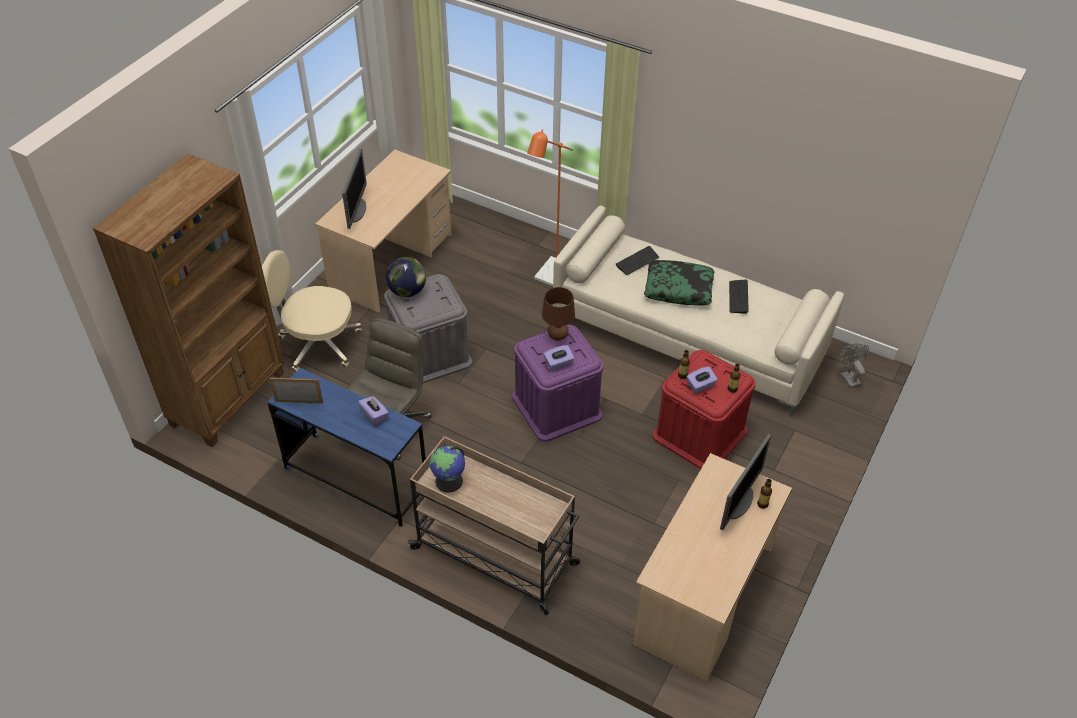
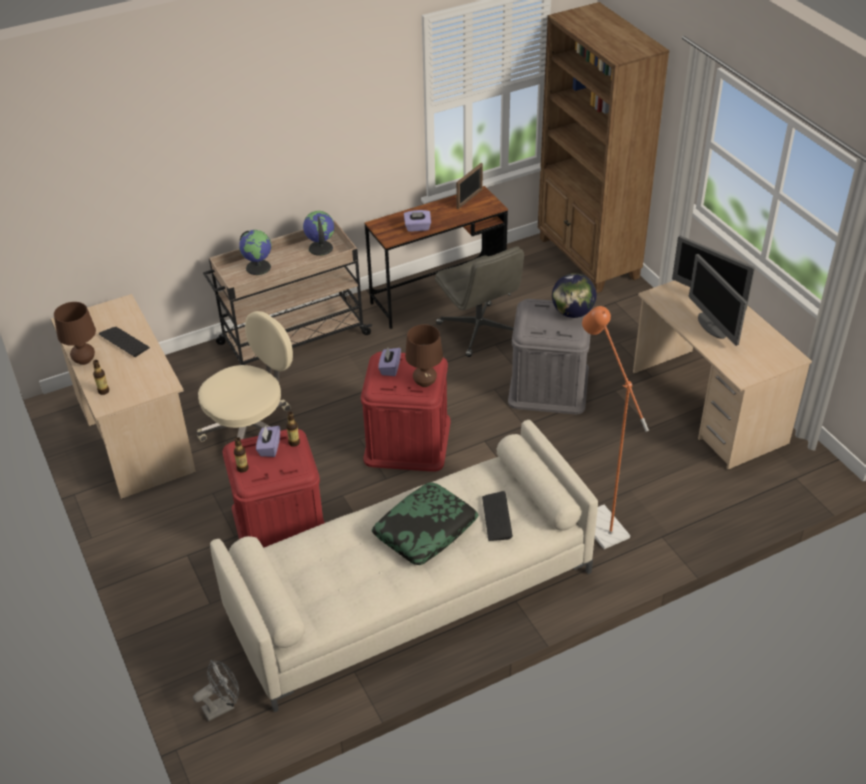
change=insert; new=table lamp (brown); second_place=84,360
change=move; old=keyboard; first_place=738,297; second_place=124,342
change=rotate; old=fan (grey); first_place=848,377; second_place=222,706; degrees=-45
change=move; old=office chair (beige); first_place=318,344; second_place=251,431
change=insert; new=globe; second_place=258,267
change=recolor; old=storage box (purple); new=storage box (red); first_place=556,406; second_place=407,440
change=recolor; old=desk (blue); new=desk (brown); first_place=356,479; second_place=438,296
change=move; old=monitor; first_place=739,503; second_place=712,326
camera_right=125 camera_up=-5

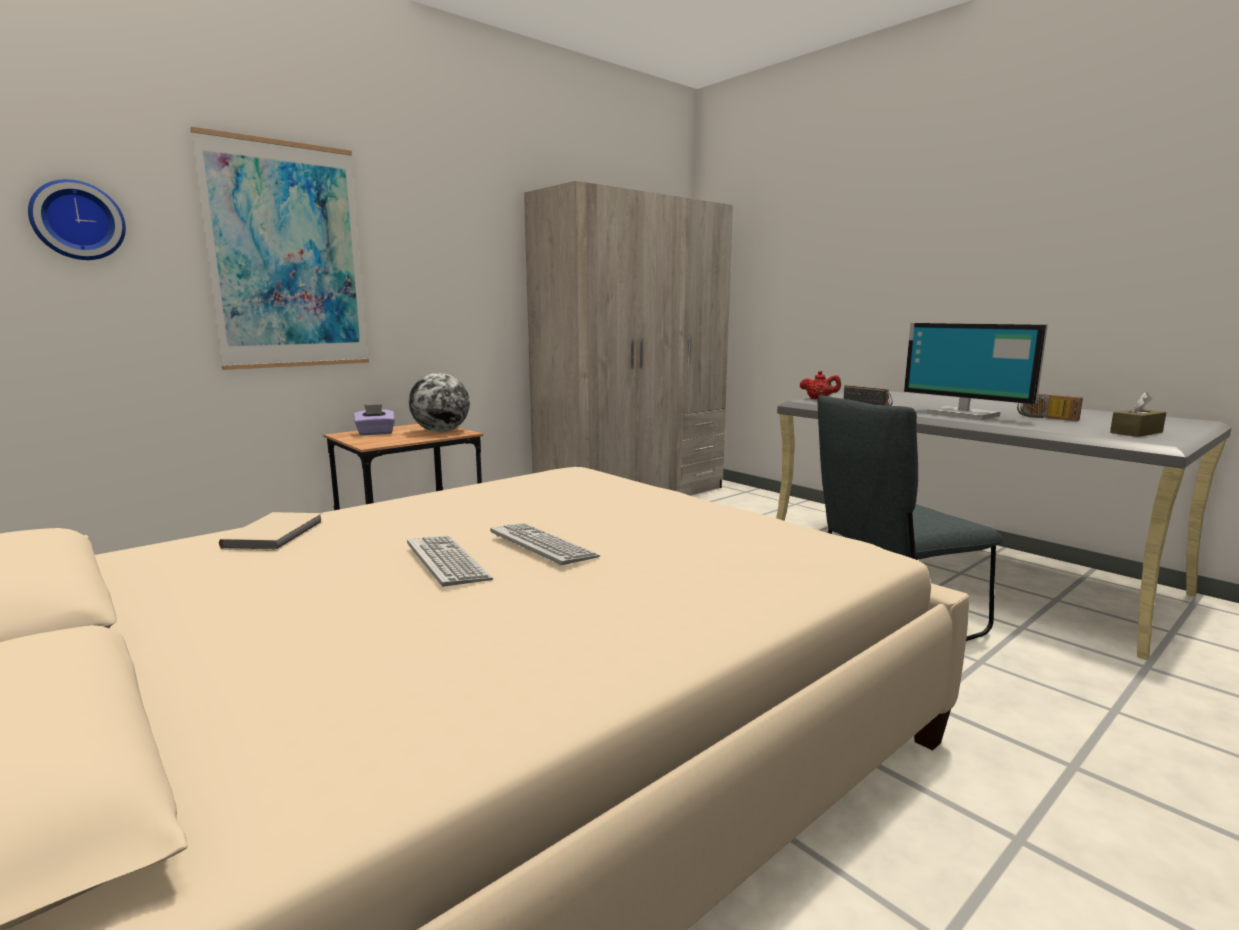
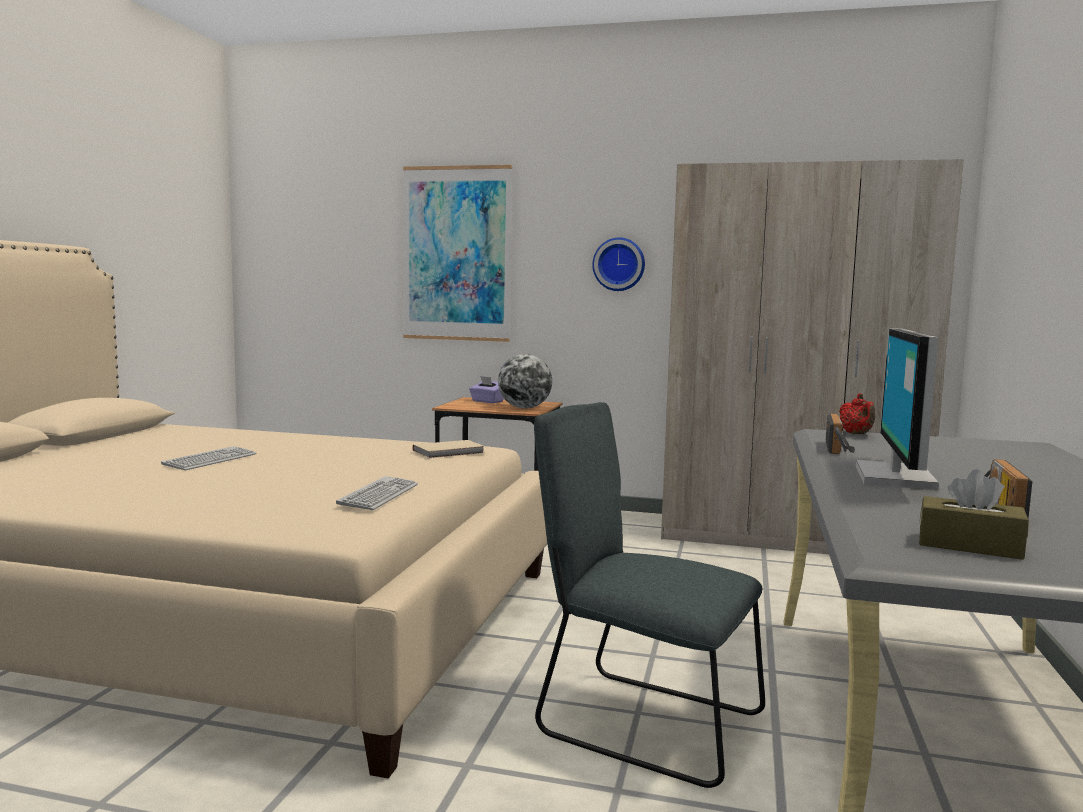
change=move; old=keyboard; first_place=542,545; second_place=379,495
change=move; old=book (beige); first_place=277,534; second_place=450,452
change=move; old=wall clock; first_place=78,221; second_place=619,264
camera_right=55 camera_up=-5

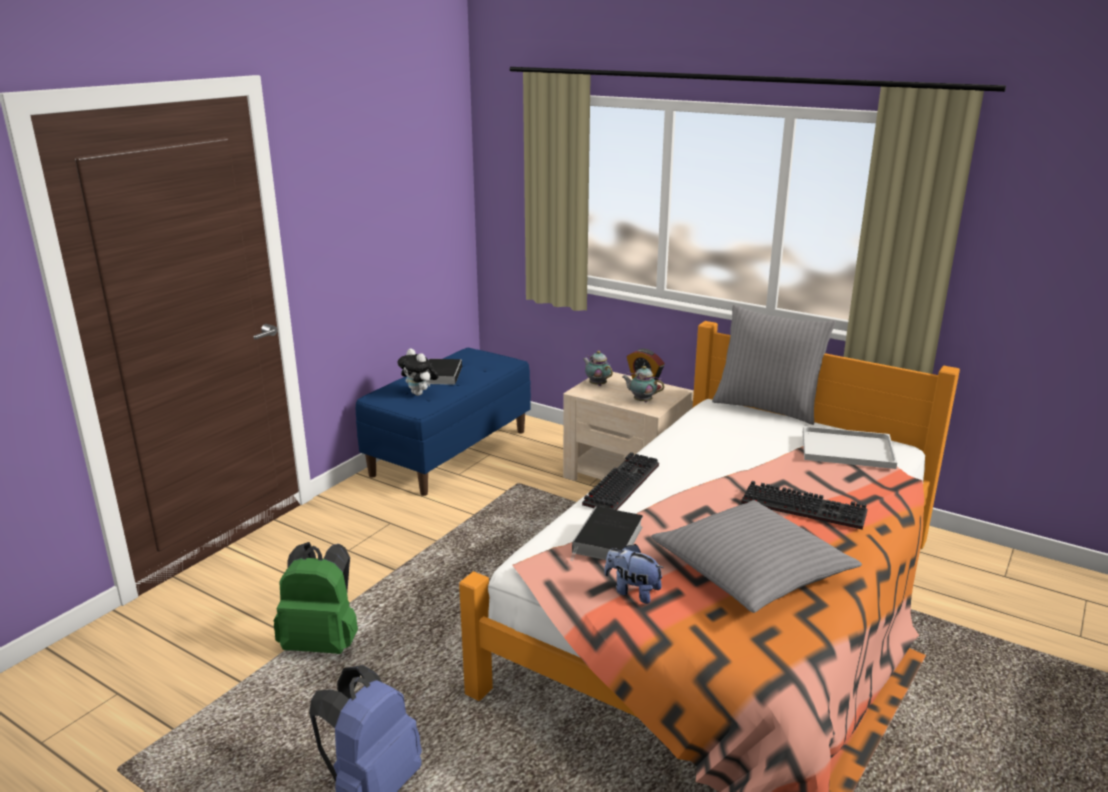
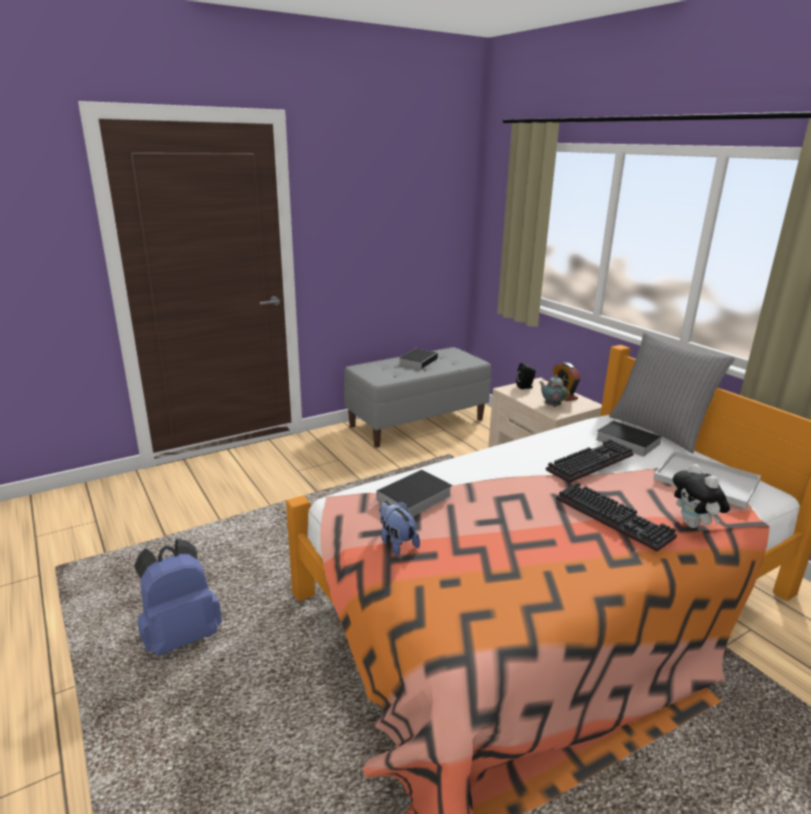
change=recolor; old=bench (blue); new=bench (grey); first_place=450,452; second_place=417,422
change=replace; old=teapot; new=speaker (black); first_place=597,384; second_place=525,387
change=move; old=keyboard; first_place=620,483; second_place=589,461
change=insert; new=book; second_place=625,441
change=move; old=plush toy; first_place=420,394; second_place=694,525
change=delete; old=backpack (green); first_place=323,642
change=delete; old=pillow (grey); first_place=751,570
camera_right=25 camera_up=0

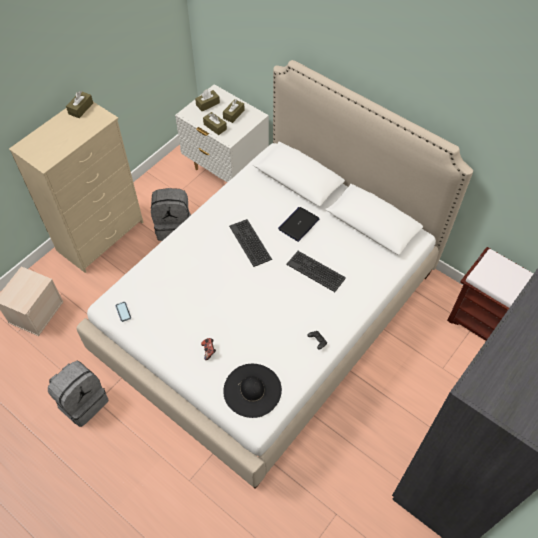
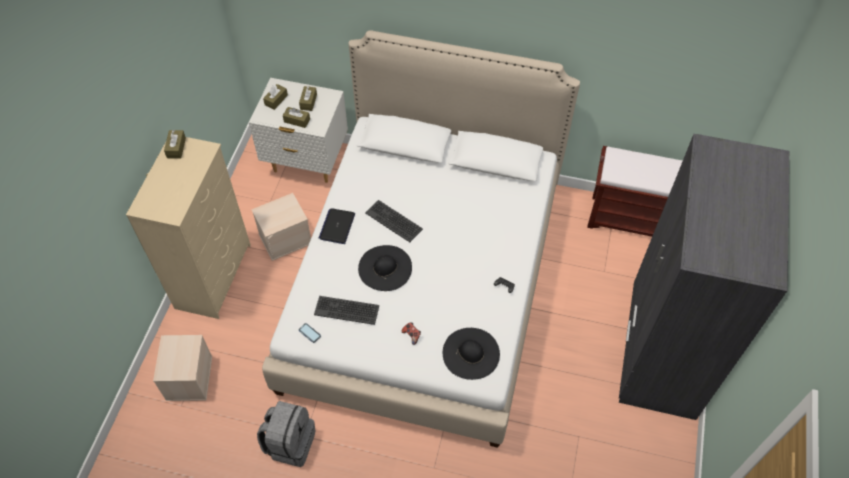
change=replace; old=backpack (grey); new=storage box (beige); first_place=174,227; second_place=285,238
change=move; old=keyboard; first_place=316,271; second_place=347,310
change=move; old=laptop; first_place=298,224; second_place=337,226
change=insert; new=hat (black); second_place=385,268
camera_right=-25 camera_up=0

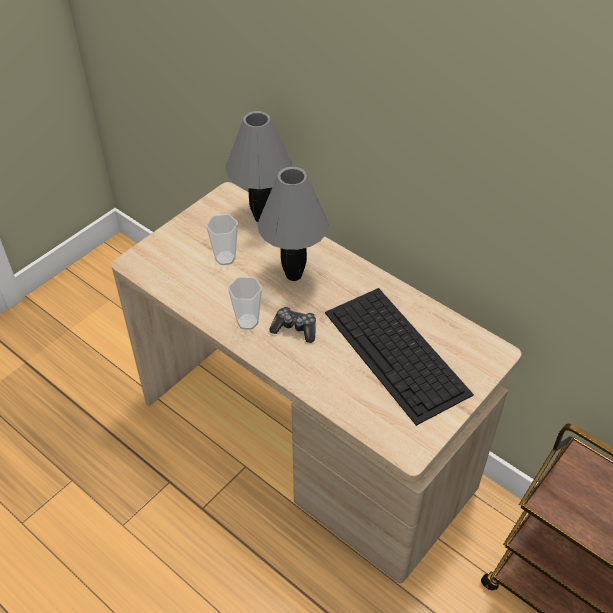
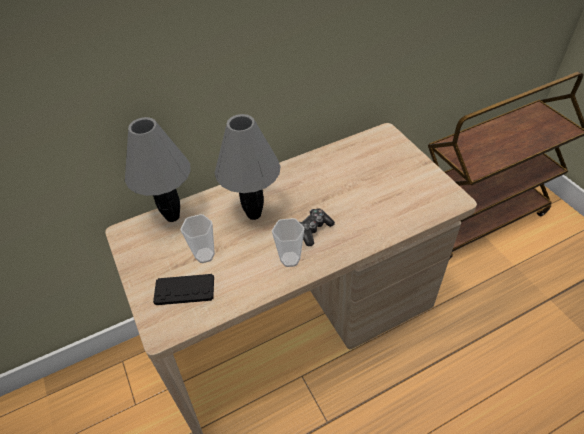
change=insert; new=game controller (black); second_place=184,290
change=delete; old=keyboard; first_place=397,353
camera_right=-65 camera_up=0

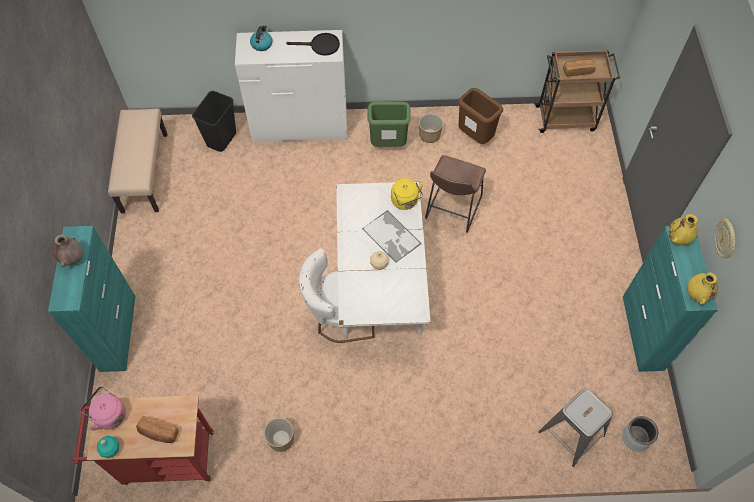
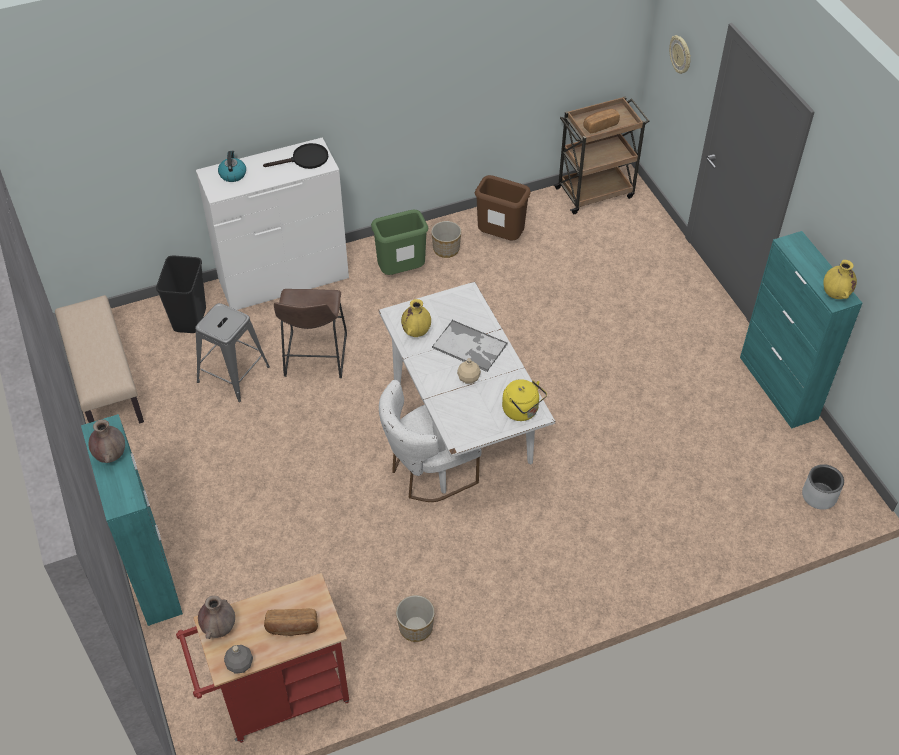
change=move; old=stool (grey); first_place=571,433; second_place=233,374
change=replace; old=kettle (pink); new=vase (brown); first_place=109,414; second_place=219,628
change=recolor; old=bottle (turquoise); new=bottle (grey); first_place=111,449; second_place=240,664
change=move; old=stool (brown); first_place=451,210; second_place=314,359
change=move; old=vase (yellow); first_place=677,239; second_place=416,332
change=move; old=kettle (yellow); first_place=405,202; second_place=522,411
change=move; old=wall clock; first_place=726,239; second_place=681,55
camera_right=-20 camera_up=-10

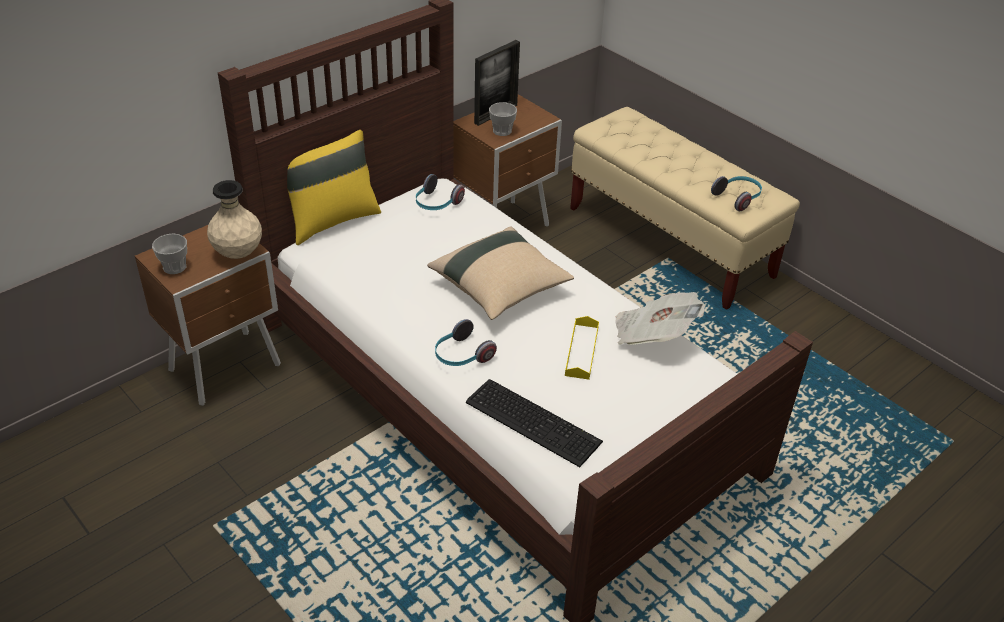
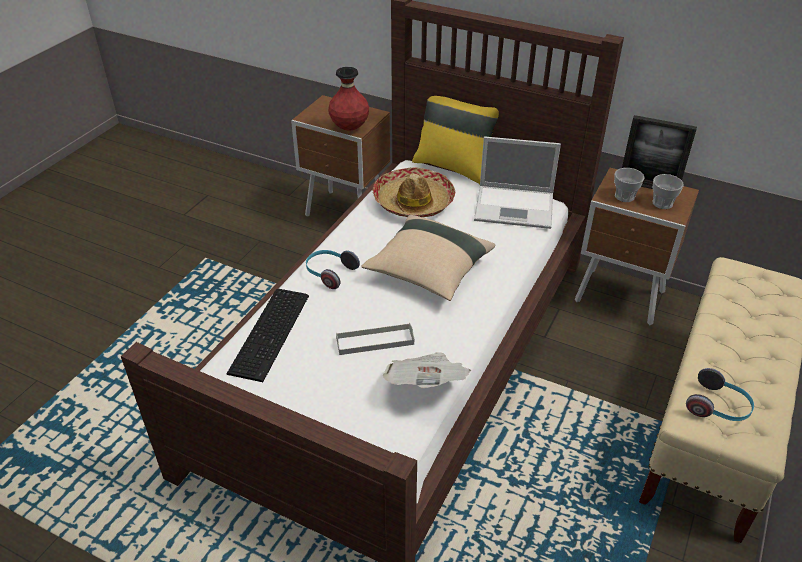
change=recolor; old=vase (beige); new=vase (red); first_place=238,254; second_place=349,128
change=recolor; old=tray (yellow); new=tray (grey); first_place=581,351; second_place=375,341
change=insert; new=hat; second_place=413,201
change=replace; old=headphones; new=laptop; first_place=436,204; second_place=516,207
change=move; old=cup; first_place=174,267; second_place=662,203
camera_right=70 camera_up=0

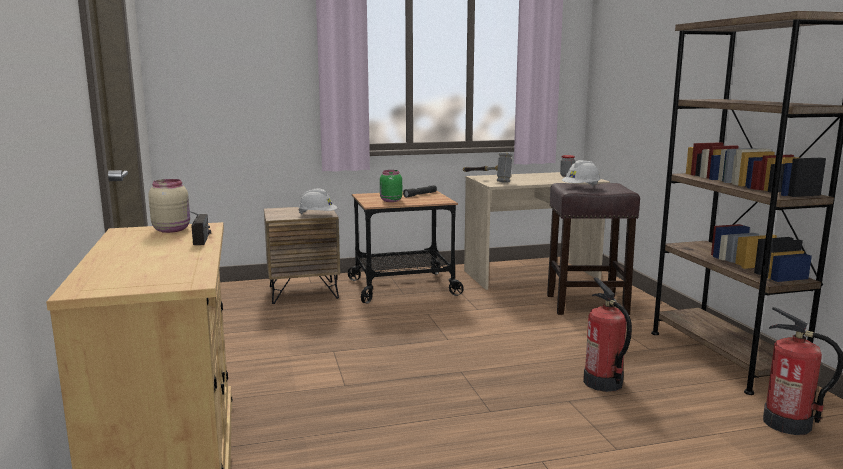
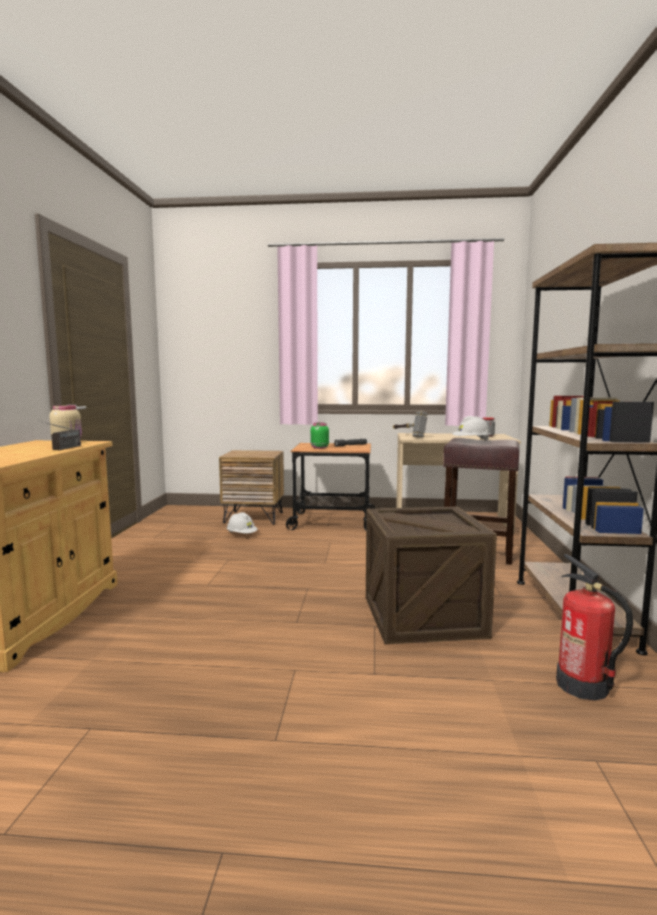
change=move; old=hard hat (white); first_place=317,215; second_place=242,535
change=replace; old=fire extinguisher; new=crate; first_place=603,383; second_place=423,616
camera_right=20 camera_up=-5

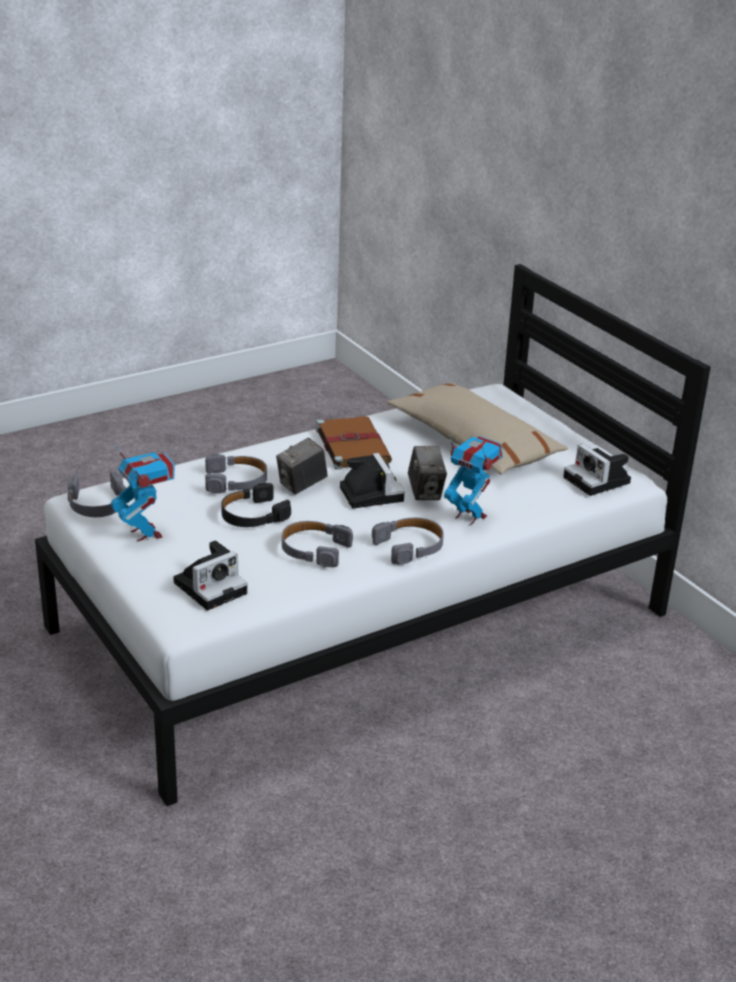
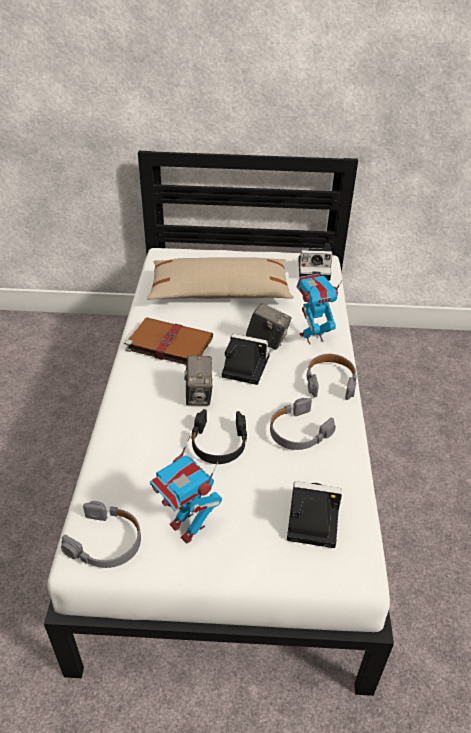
change=rotate; old=toy robot; first_place=146,533; second_place=188,527; degrees=-135
change=rotate; old=photo camera; first_place=212,586; second_place=310,519; degrees=-75
change=delete; old=headphones (grey); first_place=236,481
camera_right=-55 camera_up=10

